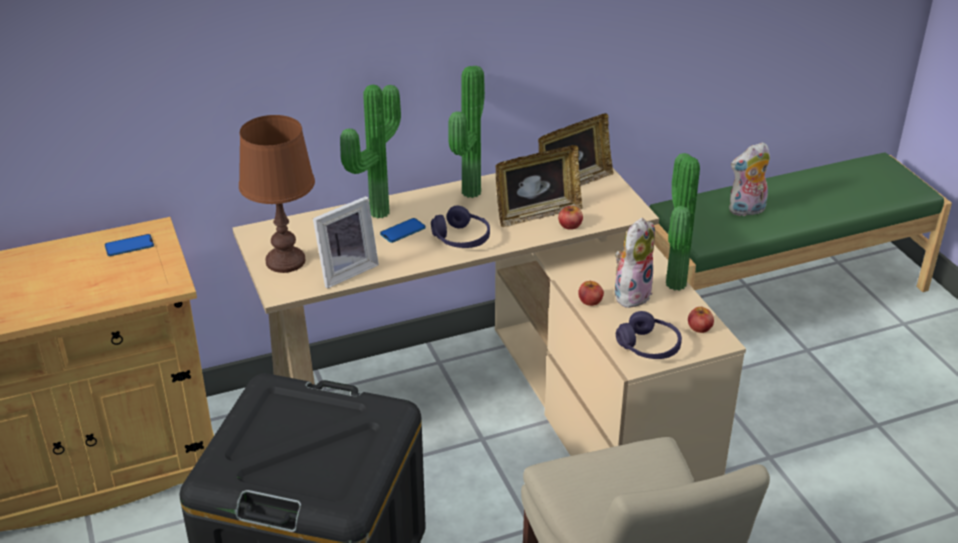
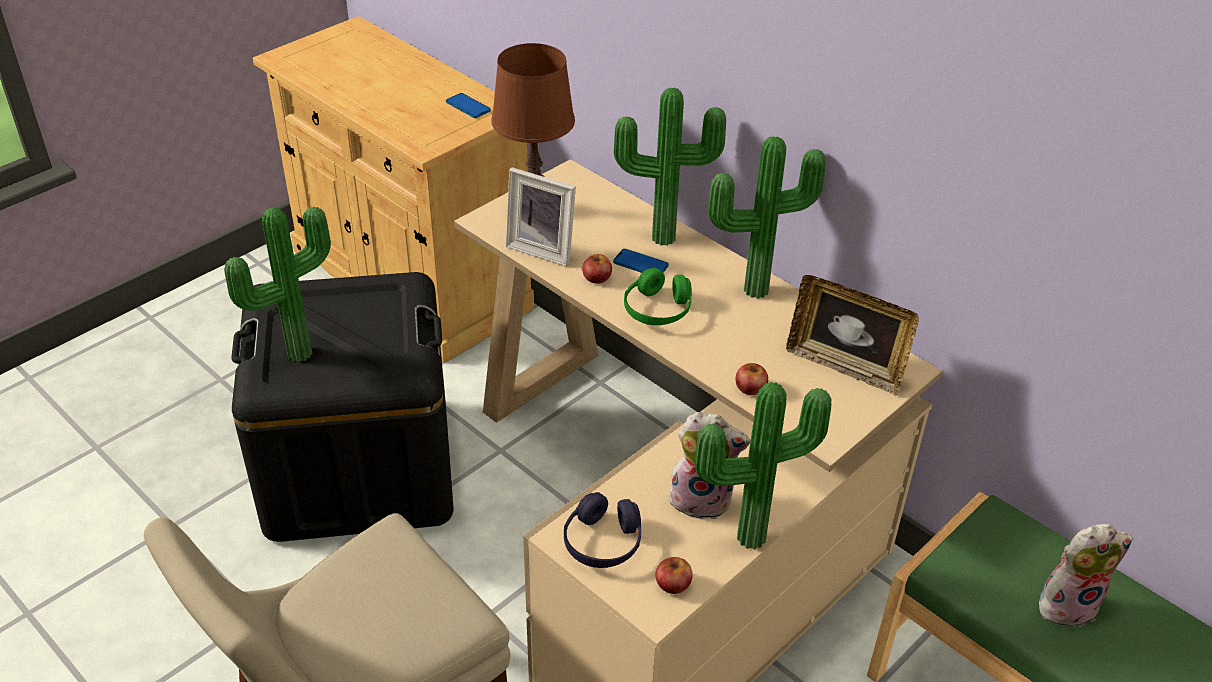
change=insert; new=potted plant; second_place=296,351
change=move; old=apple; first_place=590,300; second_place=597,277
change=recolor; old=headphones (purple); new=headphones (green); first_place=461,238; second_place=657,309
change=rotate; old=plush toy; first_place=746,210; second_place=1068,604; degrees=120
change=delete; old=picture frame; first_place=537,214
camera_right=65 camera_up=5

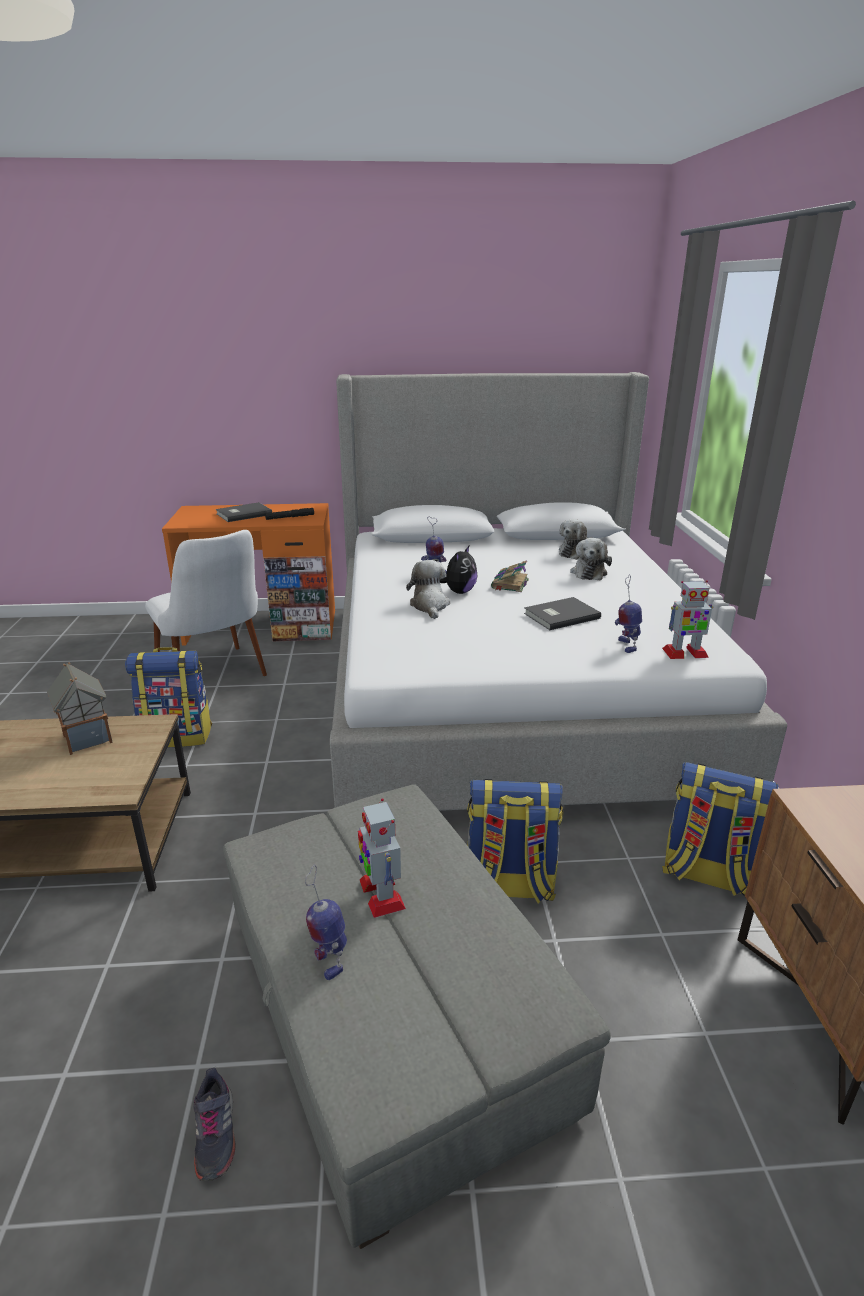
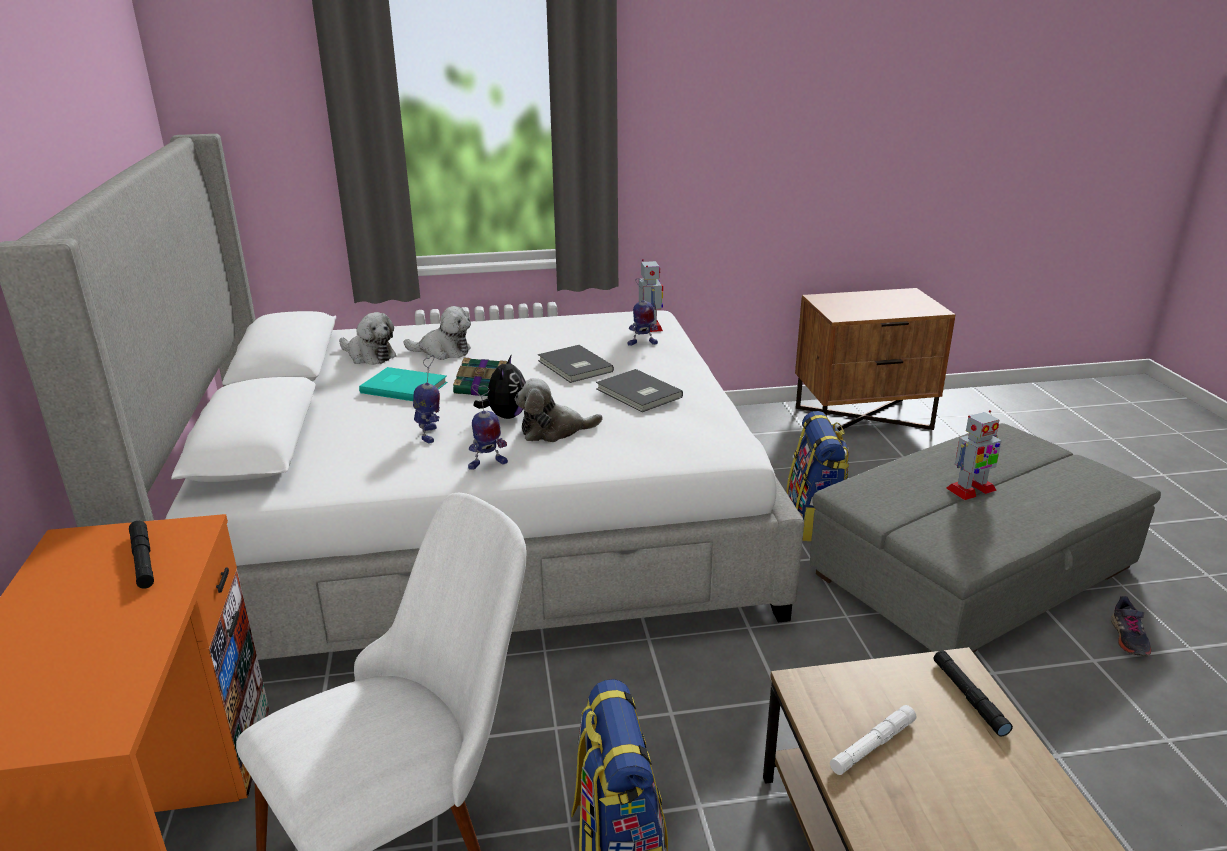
change=insert; new=book (turquoise); second_place=404,386
change=move; old=toy robot; first_place=329,958; second_place=487,464
change=rotate; old=plush toy; first_place=459,592; second_place=506,416; degrees=75
change=move; old=book (grey); first_place=243,514; second_place=638,394
change=replace; old=toy house; new=flashlight (white); first_place=87,738; second_place=873,745
change=insert; new=flashlight (black); second_place=969,697
change=rotate; old=shoe (grey); first_place=214,1134; second_place=1128,638; degrees=120
change=delete; old=backpack; first_place=706,874
camera_right=-95 camera_up=0

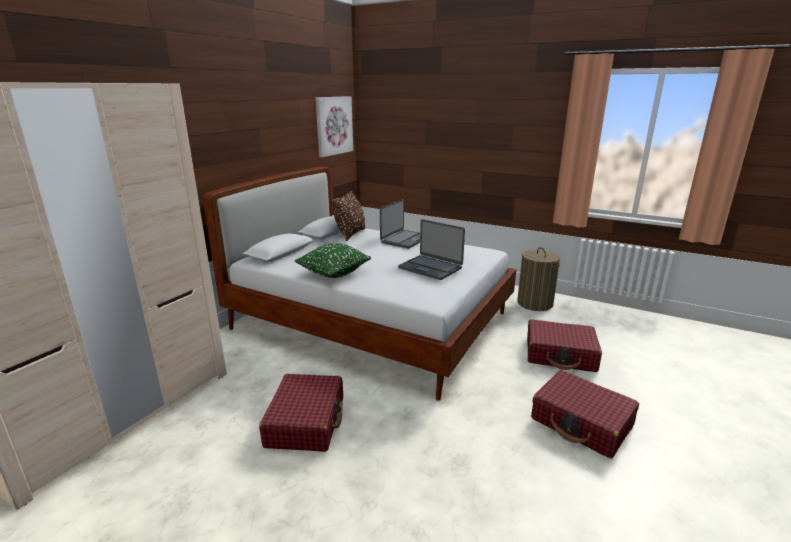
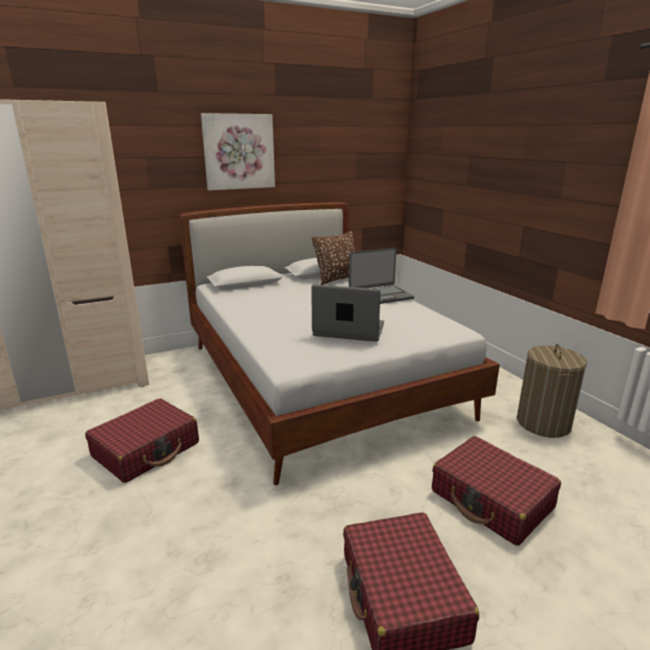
change=move; old=picture; first_place=333,125; second_place=239,152
change=rotate; old=laptop; first_place=430,268; second_place=348,330; degrees=120
change=delete; old=pillow (green); first_place=334,274
camera_right=35 camera_up=0

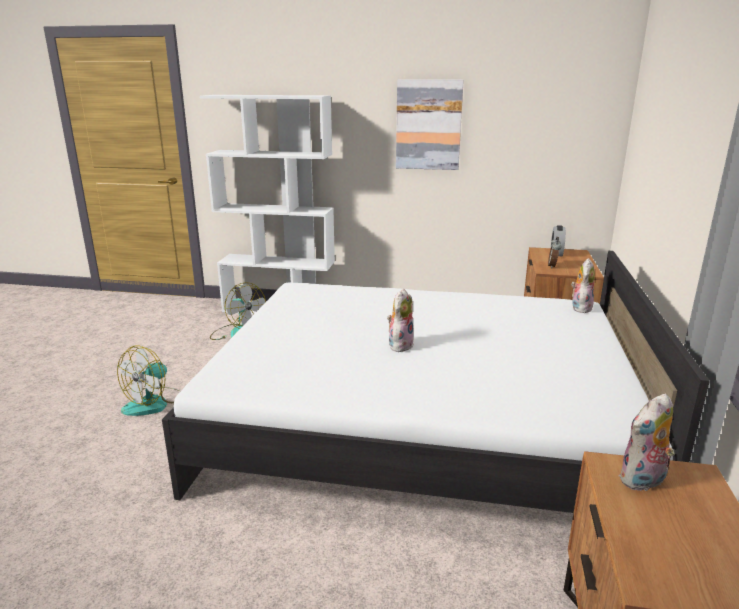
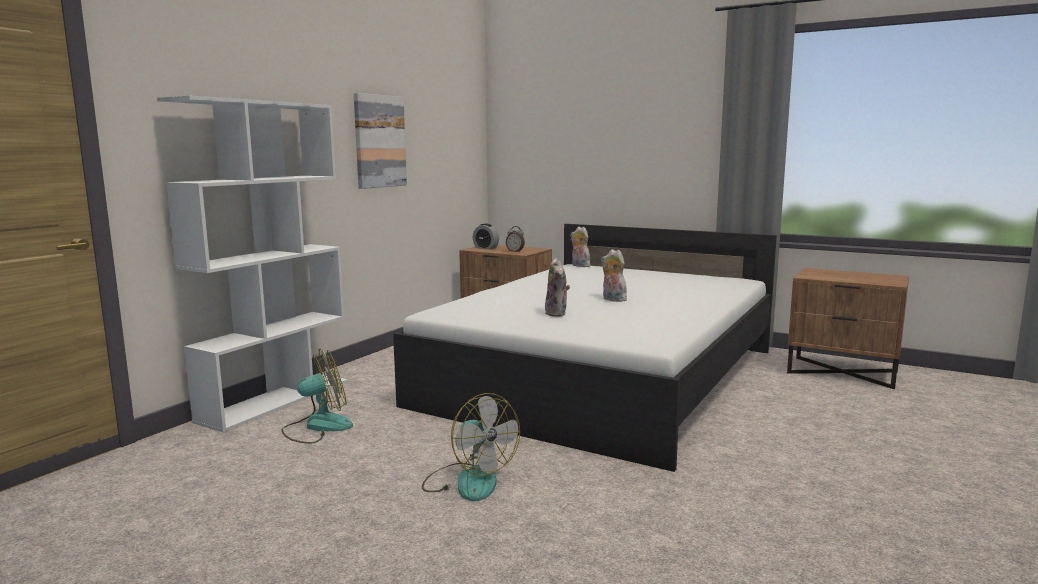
change=move; old=plush toy; first_place=643,481; second_place=557,313
camera_right=-70 camera_up=-10

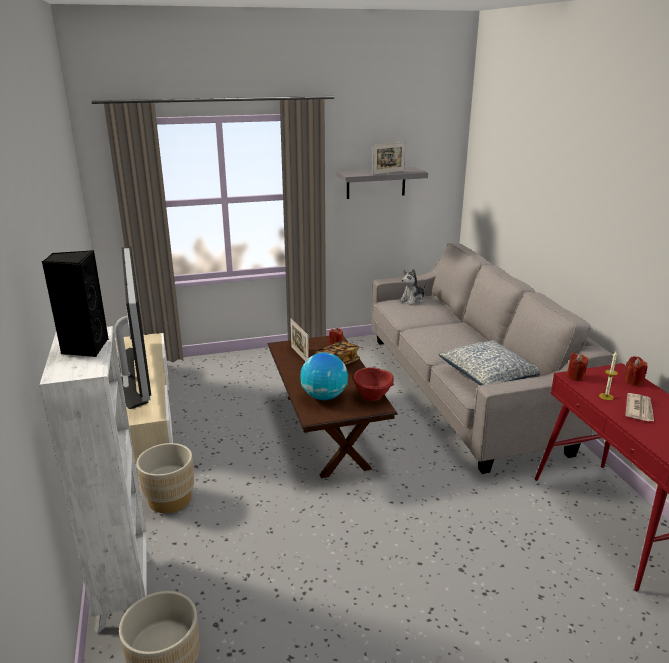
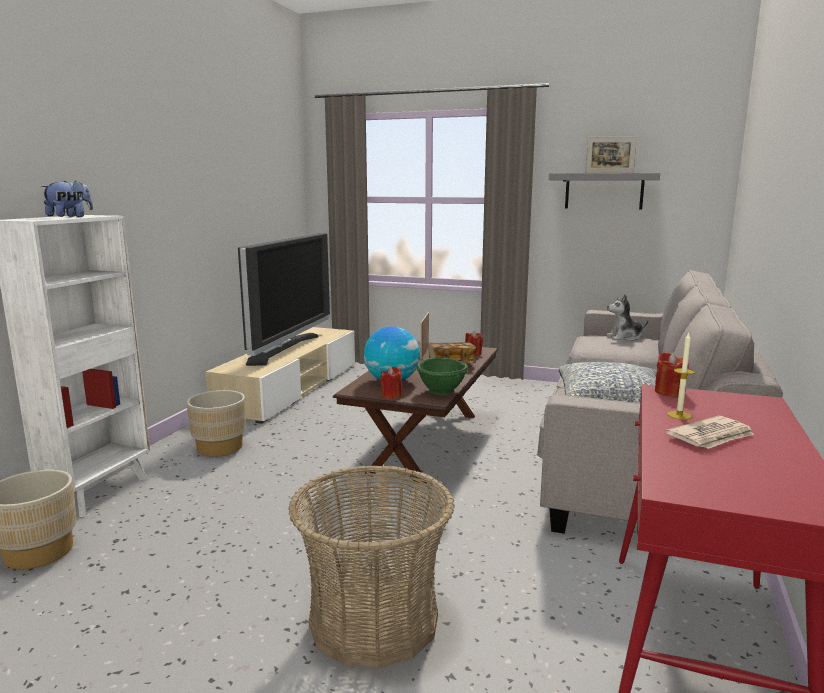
change=replace; old=speaker (black); new=plush toy; first_place=84,348; second_place=70,217
change=insert; new=basket; second_place=373,620
change=move; old=candle (red); first_place=633,381; second_place=391,395
change=recolor; old=bowl (red); new=bowl (green); first_place=373,396; second_place=442,391
camera_right=35 camera_up=-10

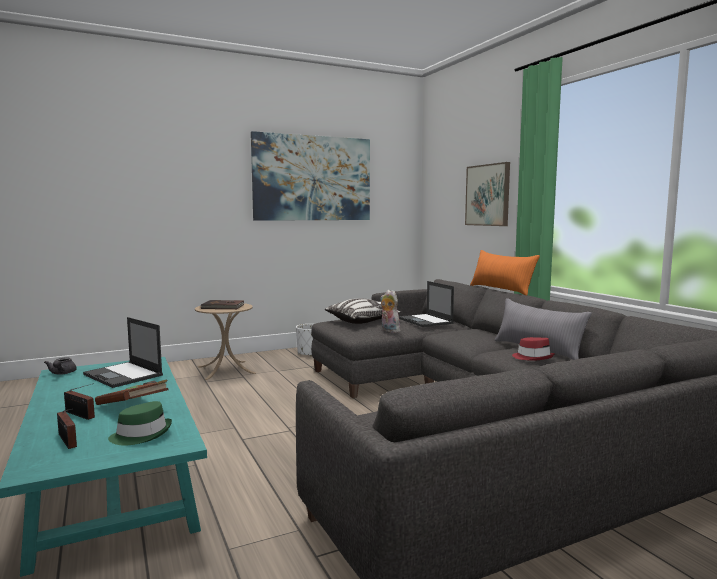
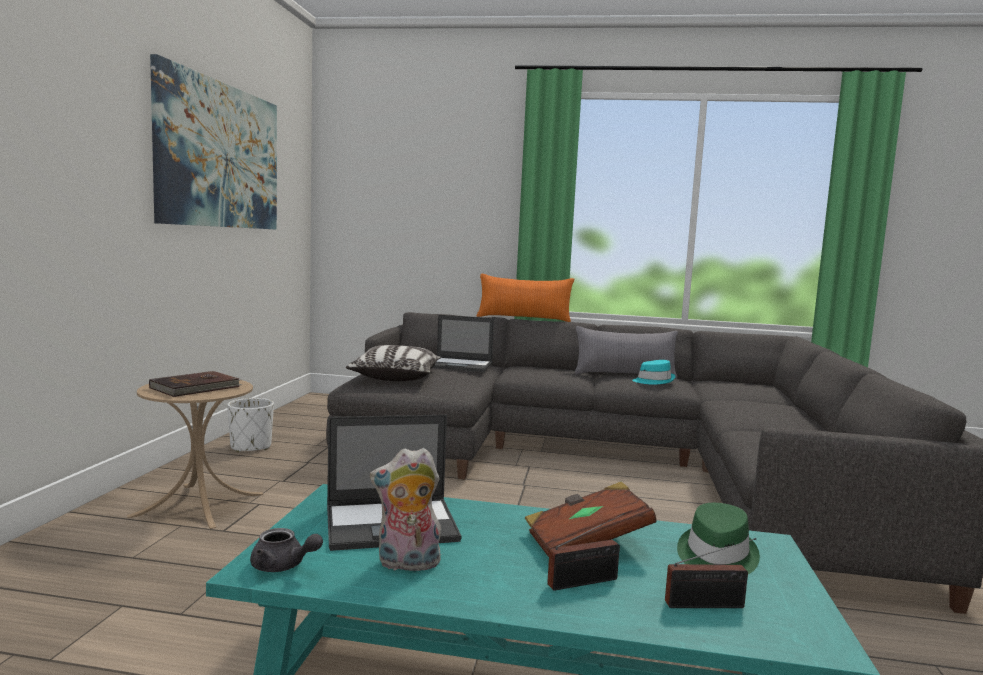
change=move; old=plush toy; first_place=389,331; second_place=407,564
change=recolor; old=hat (red); new=hat (turquoise); first_place=533,357; second_place=653,381
change=delete; old=picture; first_place=488,195
camera_right=-55 camera_up=0

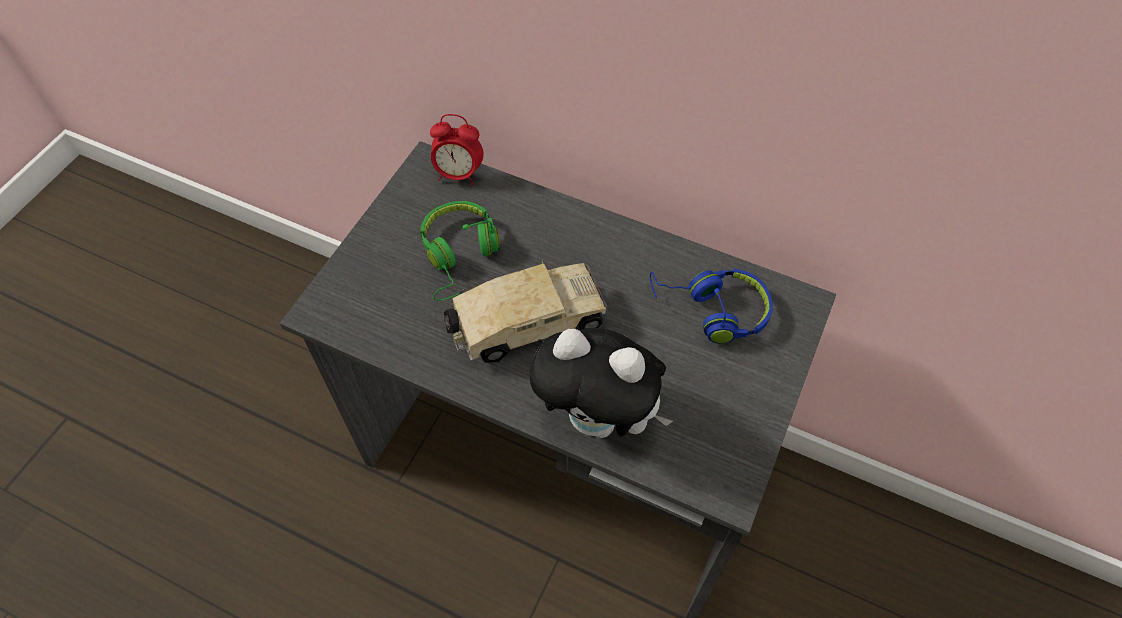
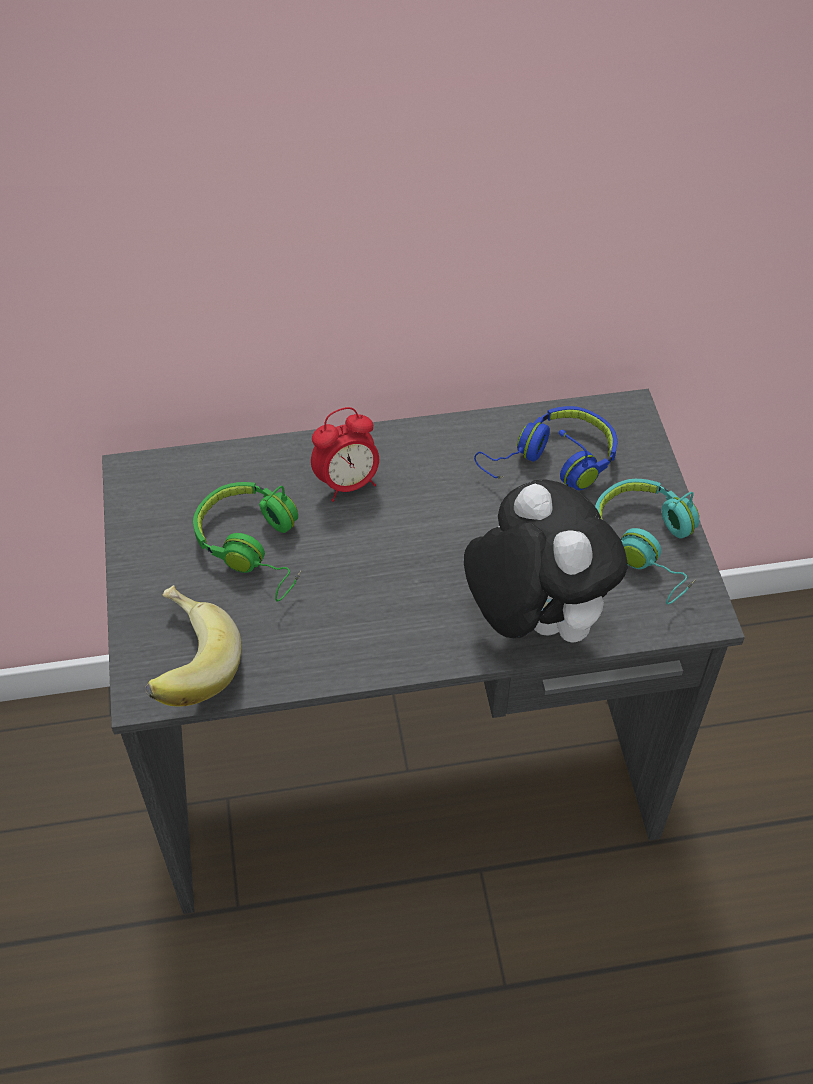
change=insert; new=banana; second_place=184,666
change=move; old=alarm clock; first_place=458,174; second_place=347,484
change=rotate; old=plush toy; first_place=600,418; second_place=533,620; degrees=-105
change=insert; new=headphones (turquoise); second_place=649,546
change=delete; old=toy truck; first_place=526,325
camera_right=-35 camera_up=-5

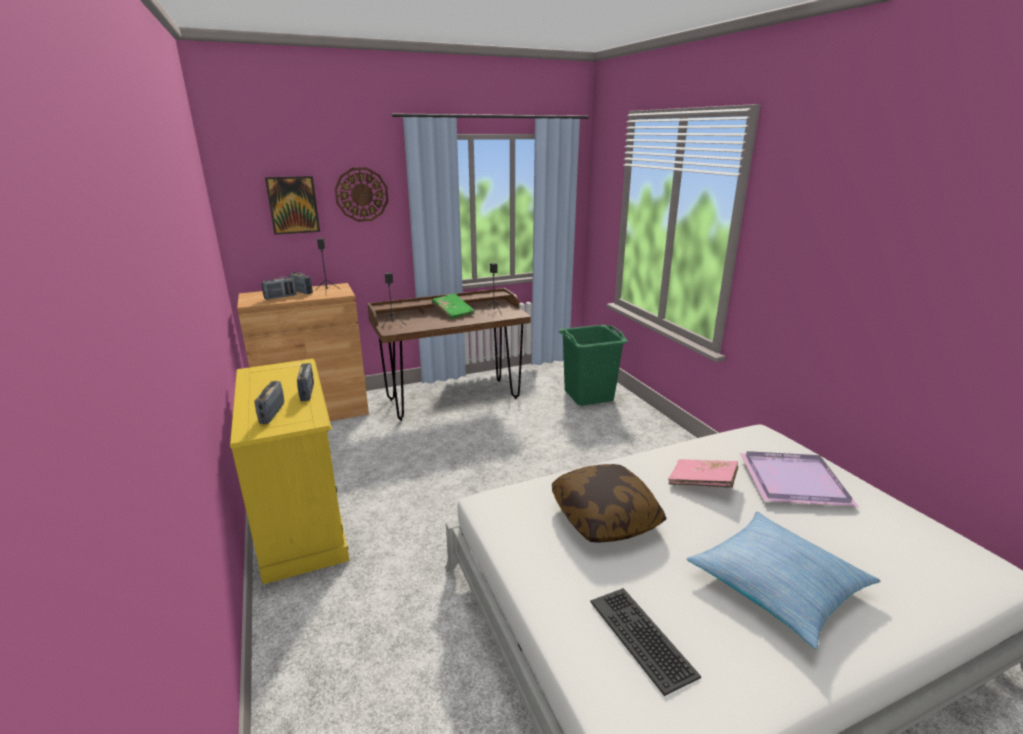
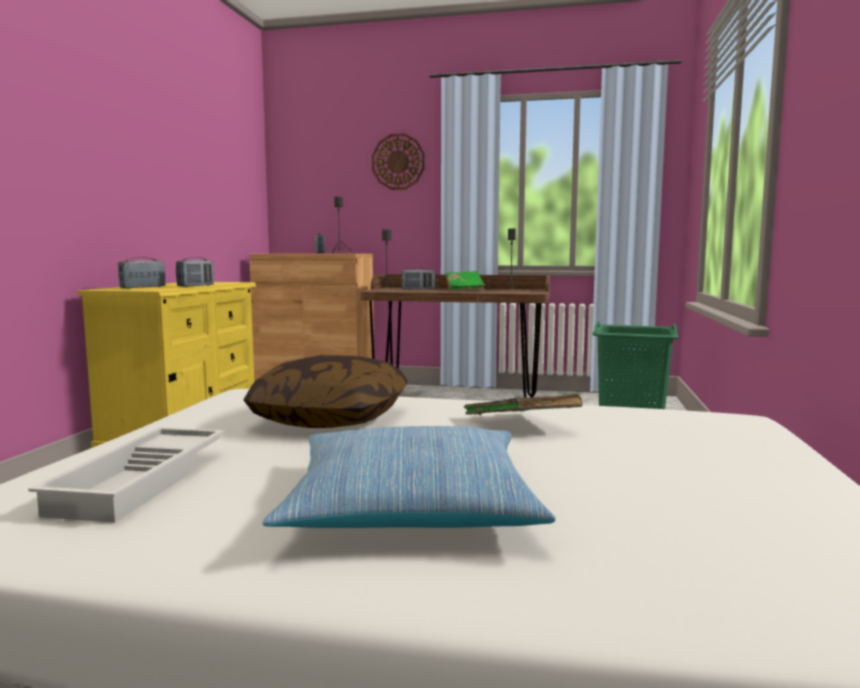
change=replace; old=keyboard; new=tray (white); first_place=642,637; second_place=143,482
change=move; old=radio; first_place=280,297; second_place=418,289
change=recolor; old=book (pink); new=book (green); first_place=702,482; second_place=520,424
change=delete; old=picture; first_place=293,205
change=delete; old=tray (purple); first_place=791,480
camera_right=35 camera_up=-15

